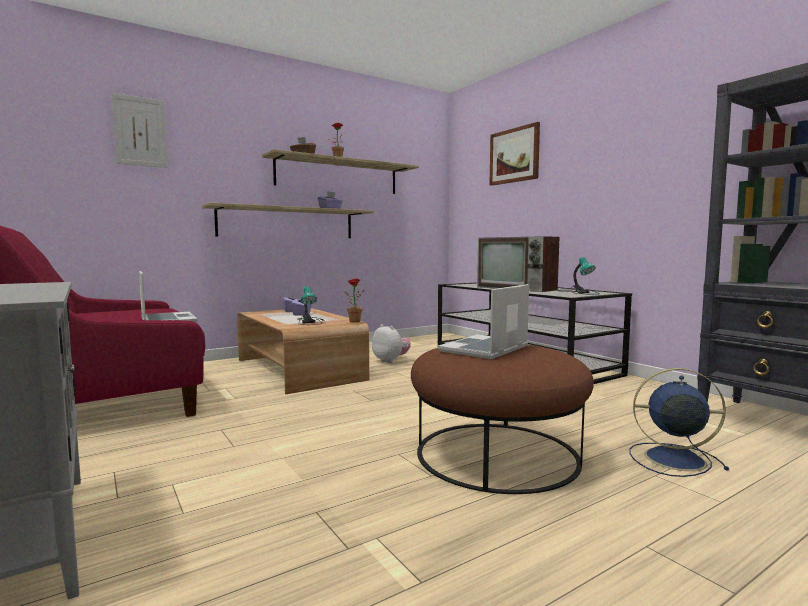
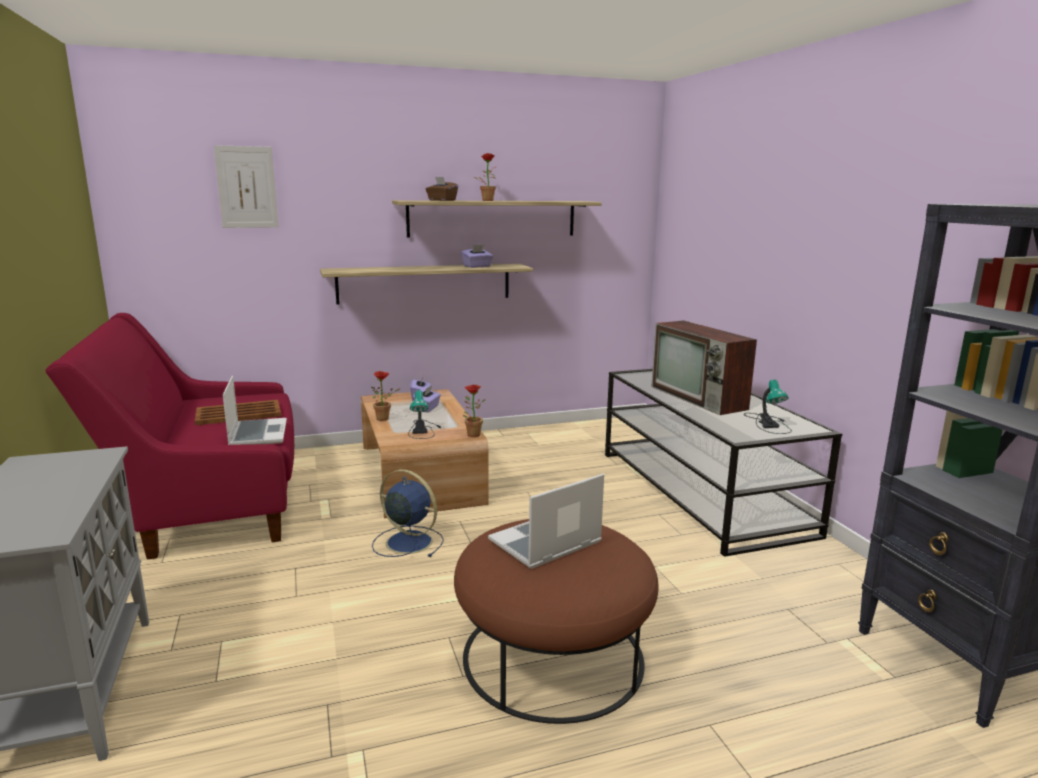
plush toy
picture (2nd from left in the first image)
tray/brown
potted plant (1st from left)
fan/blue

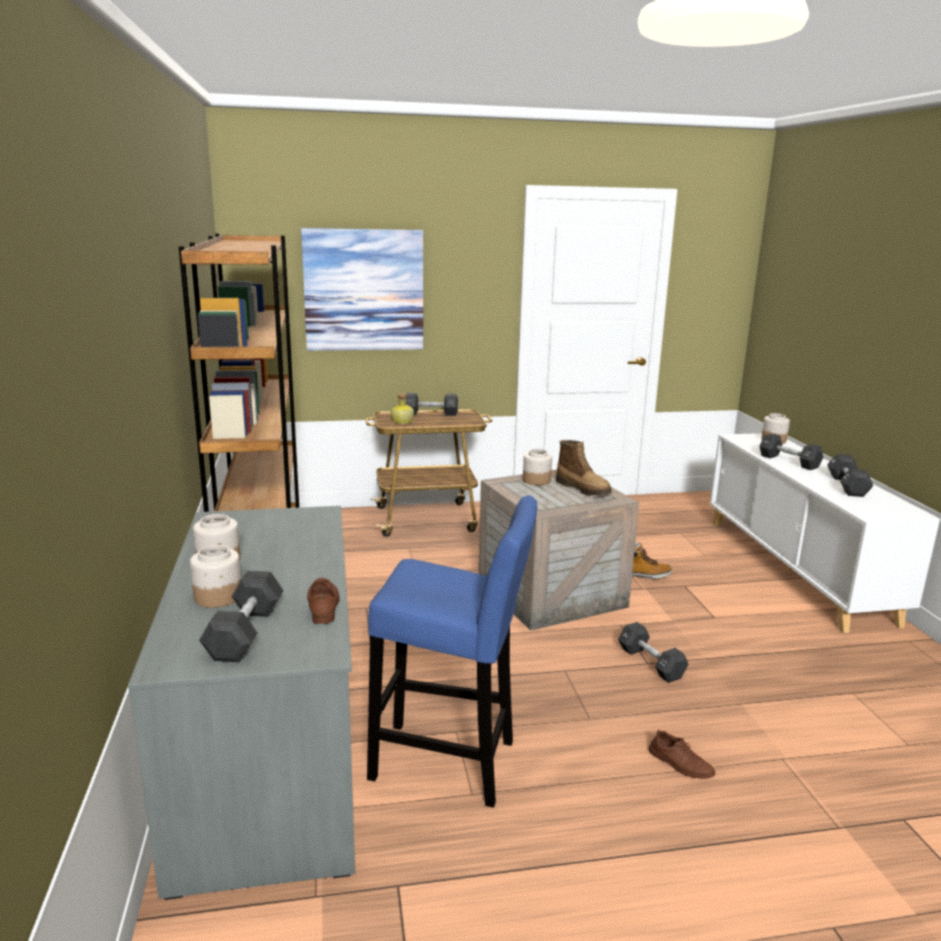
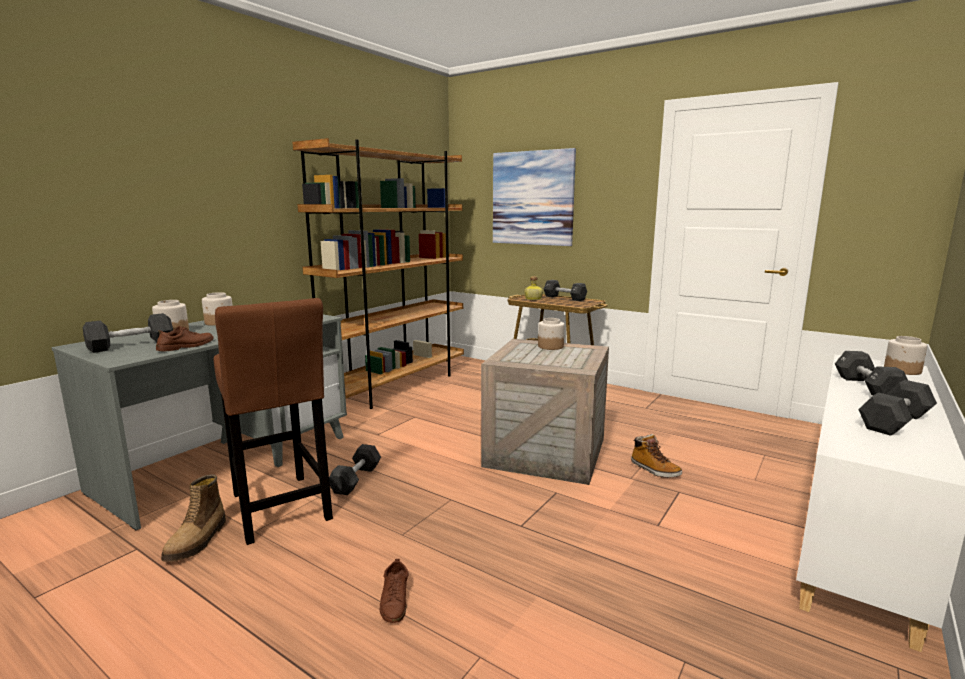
boot (1st from left)
dumbbell/black (2nd from left)
stool/brown

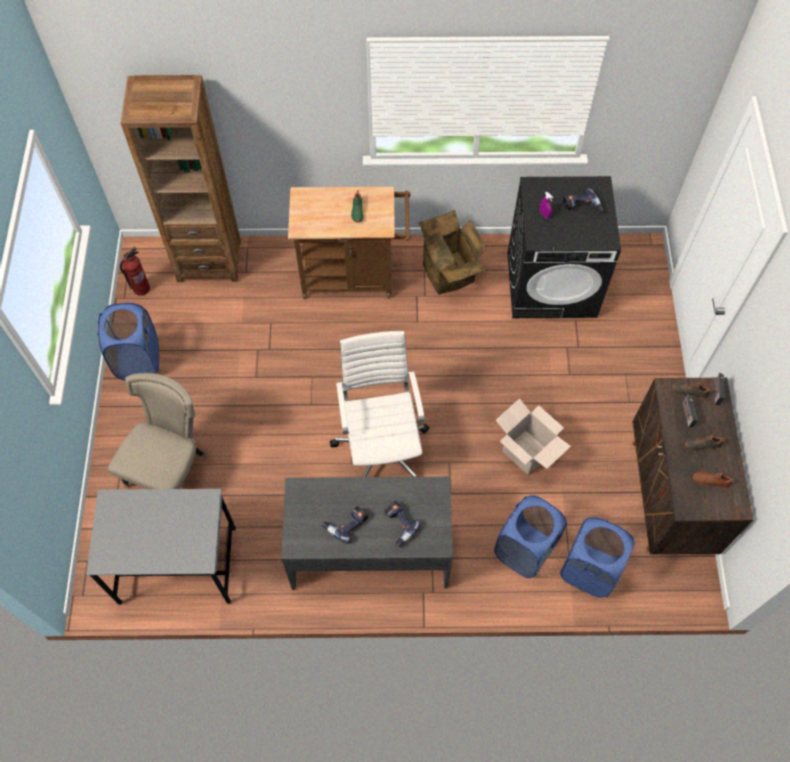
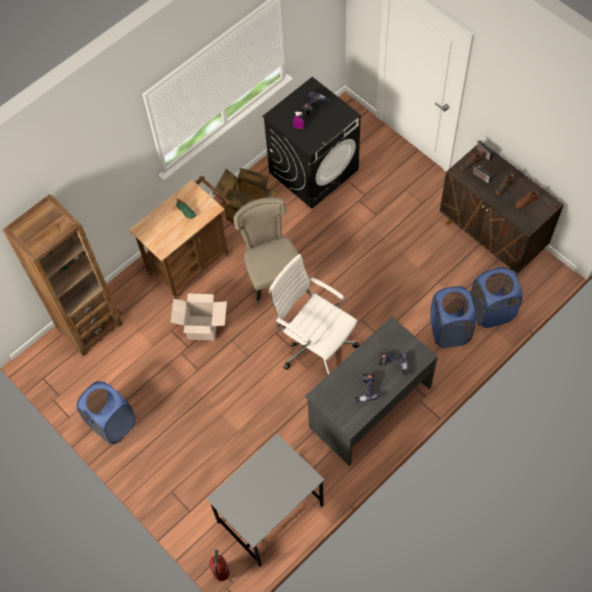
chair/beige
fire extinguisher
cardboard box (1st from left)

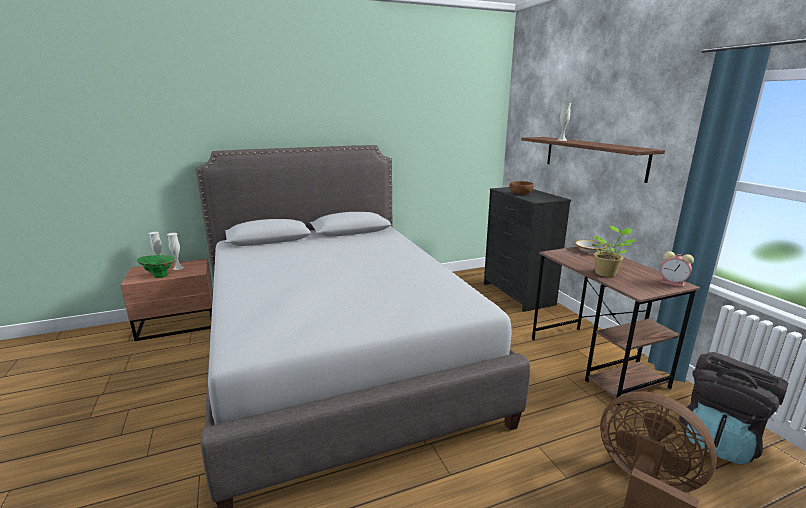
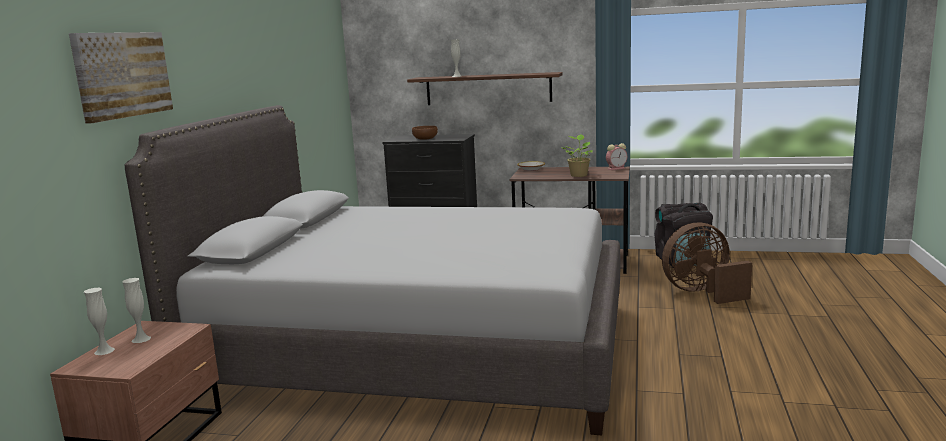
vase/green
picture

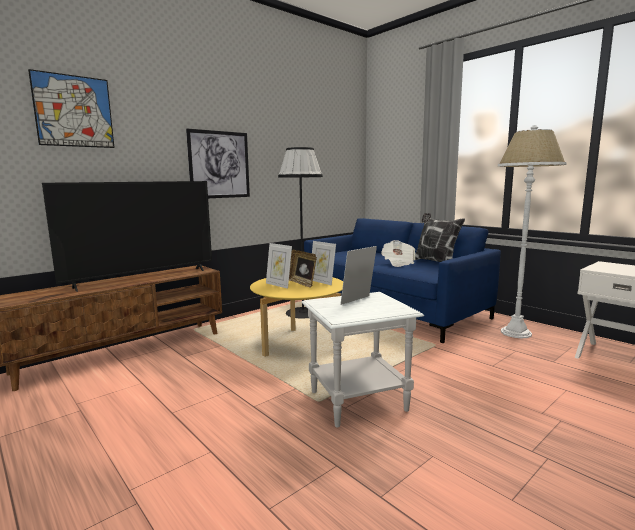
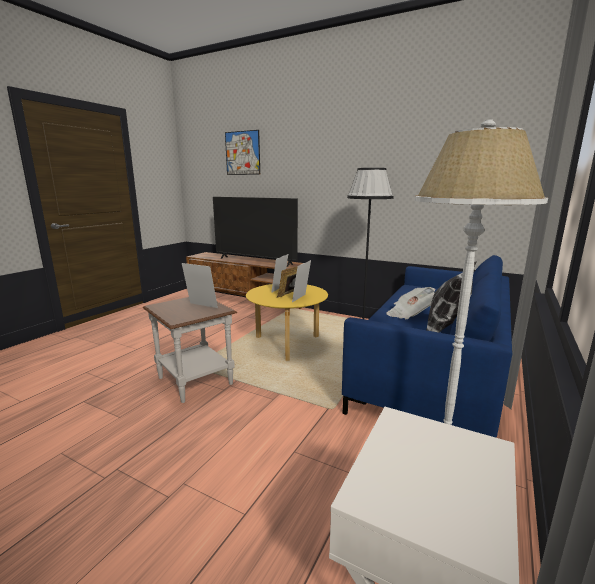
picture (2nd from left in the first image)
side table/brown

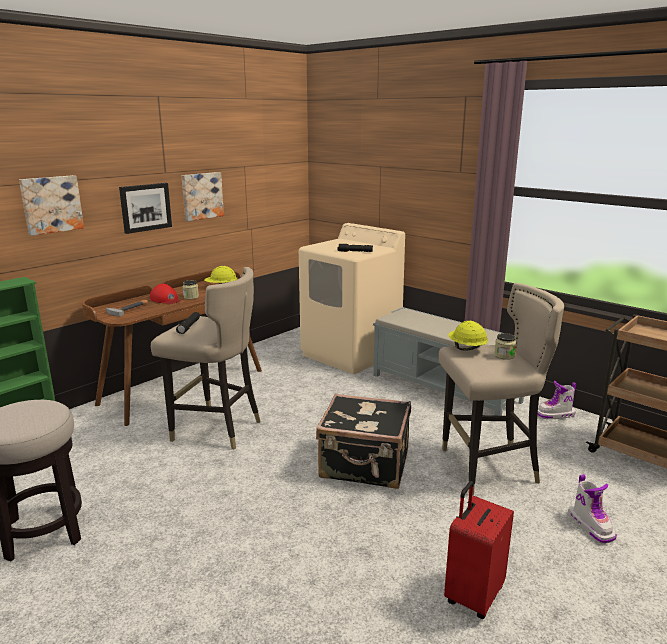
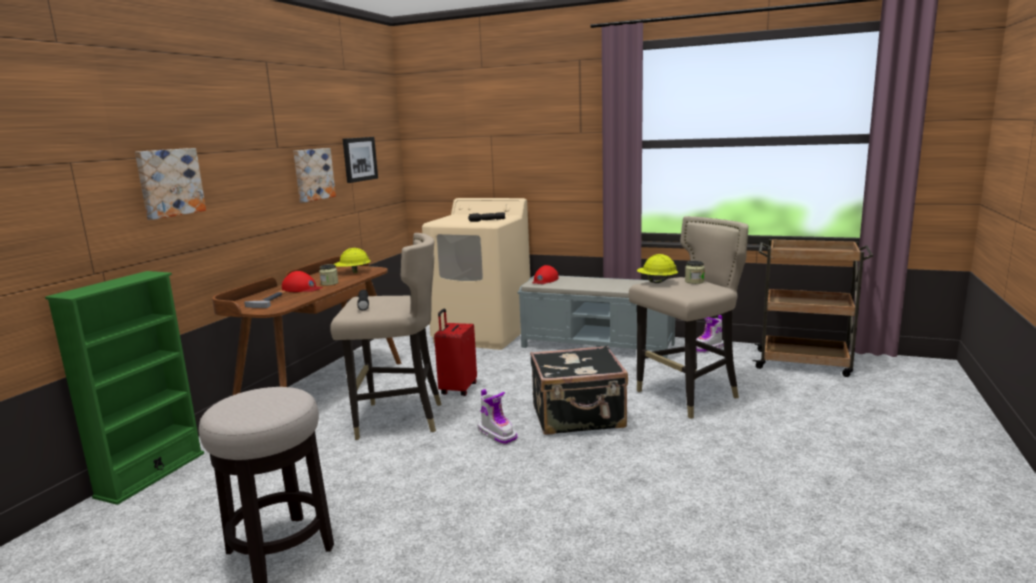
cap/red (2nd from left)
picture (3rd from left)
suitcase/red
boot (1st from left)

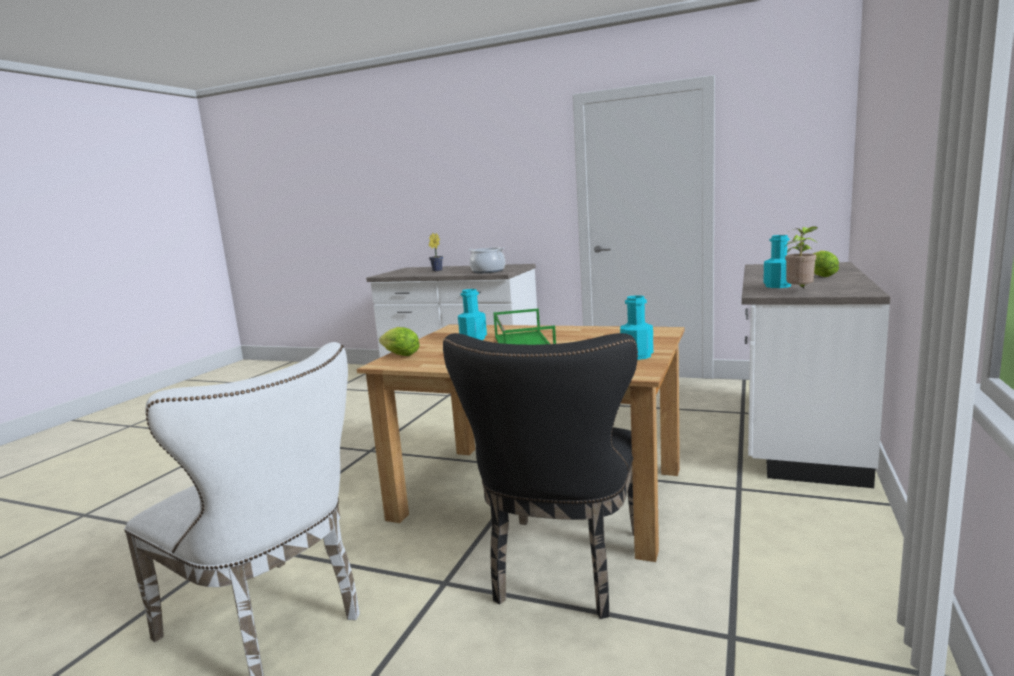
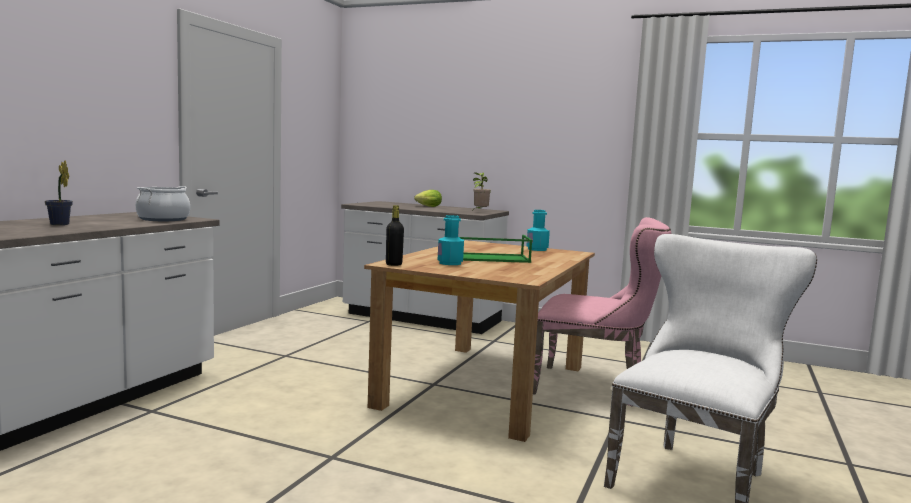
lettuce (1st from left in the first image)
bottle/turquoise (3rd from left in the first image)
bottle/black
chair/pink

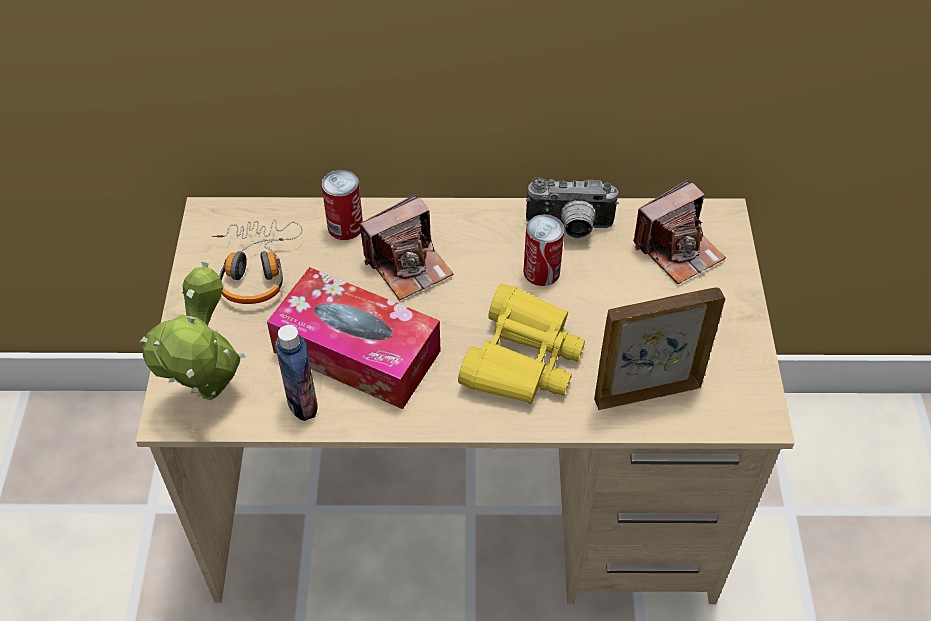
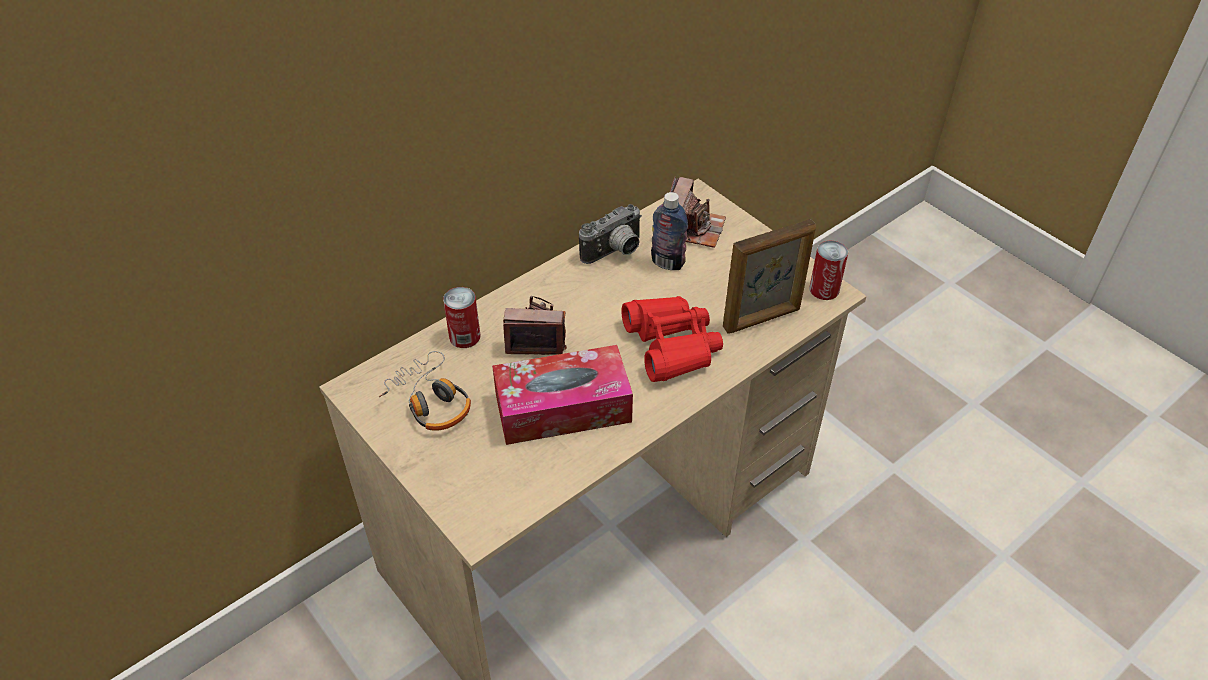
potted plant
bottle
can (2nd from left)
binoculars/red
photo camera (1st from left)
picture frame

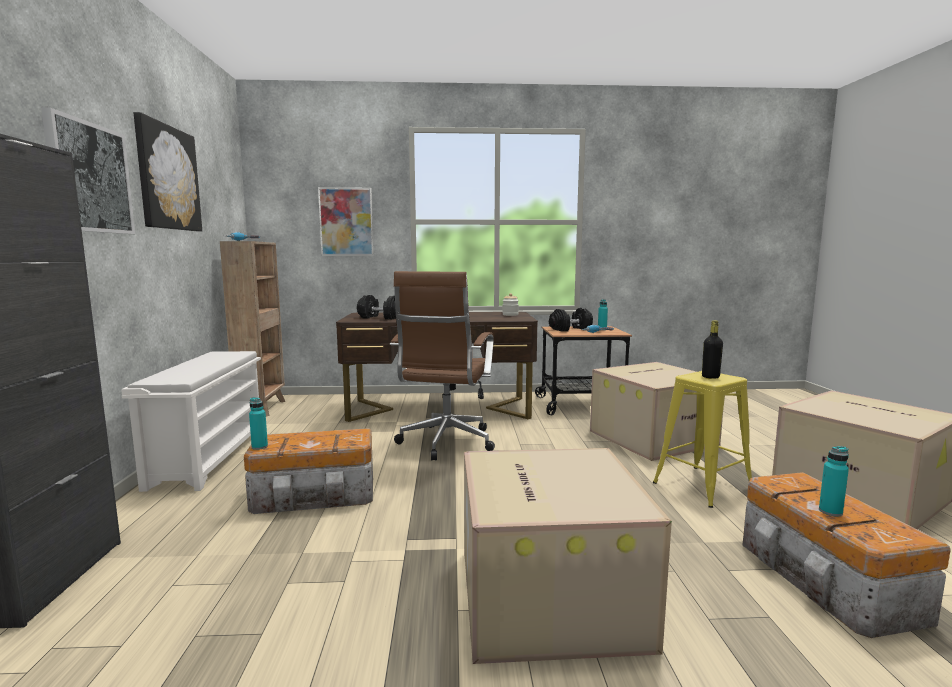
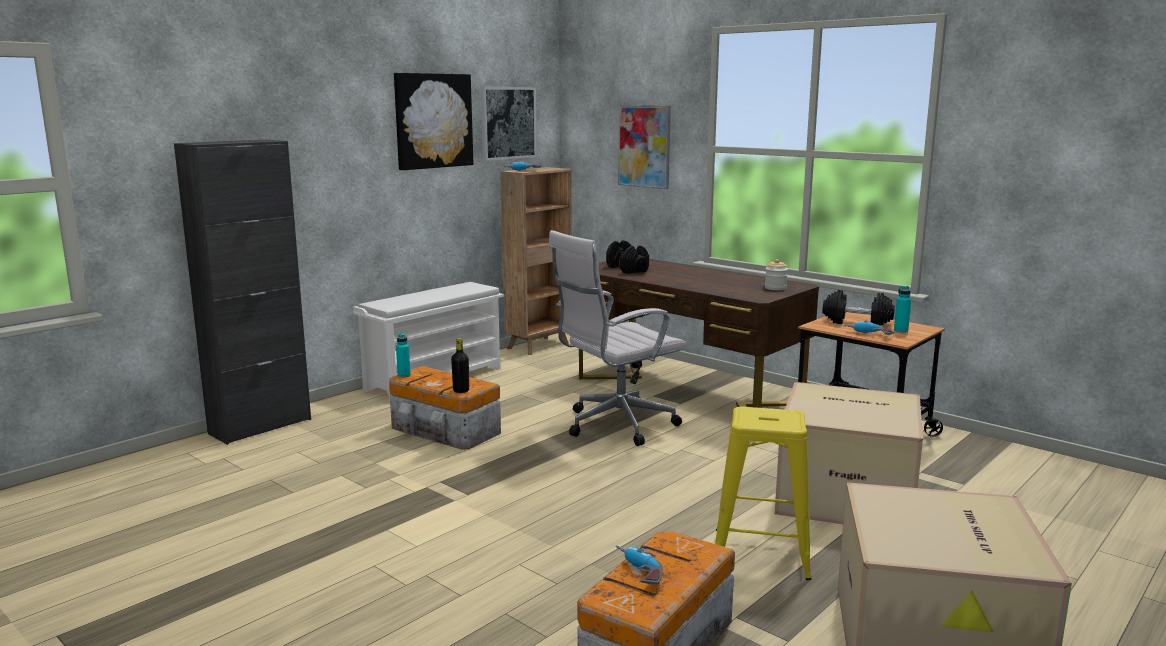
cardboard box (1st from left in the first image)
picture (2nd from left)
bottle/black
power drill (2nd from left)
office chair/white

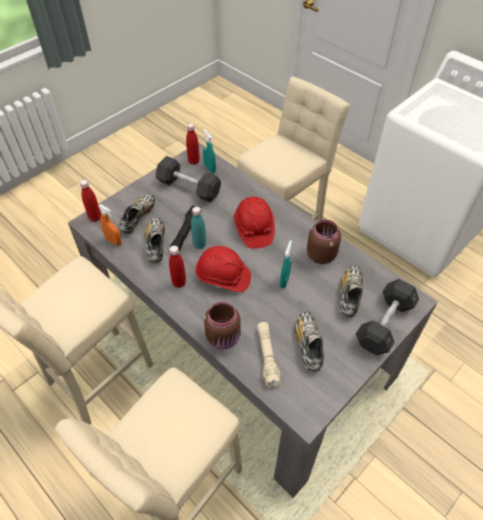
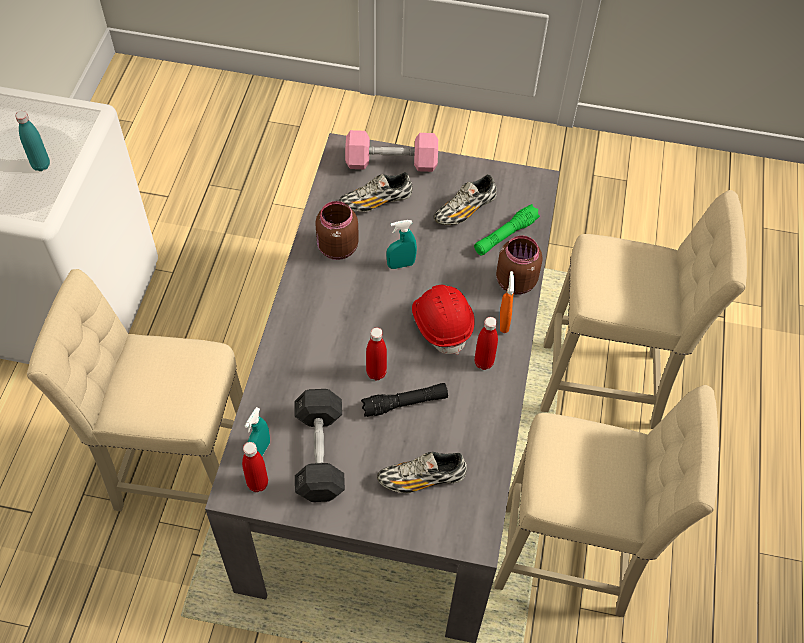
shoe (2nd from left in the first image)
hard hat/red (2nd from left in the first image)
bottle/red (2nd from left)
spray bottle/orange
bottle/turquoise
flashlight/green
dumbbell/pink

